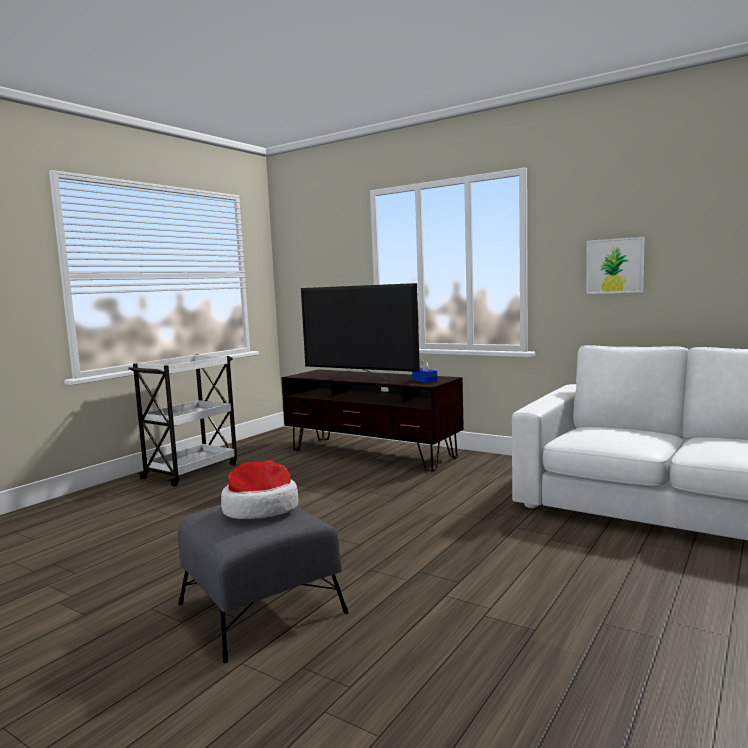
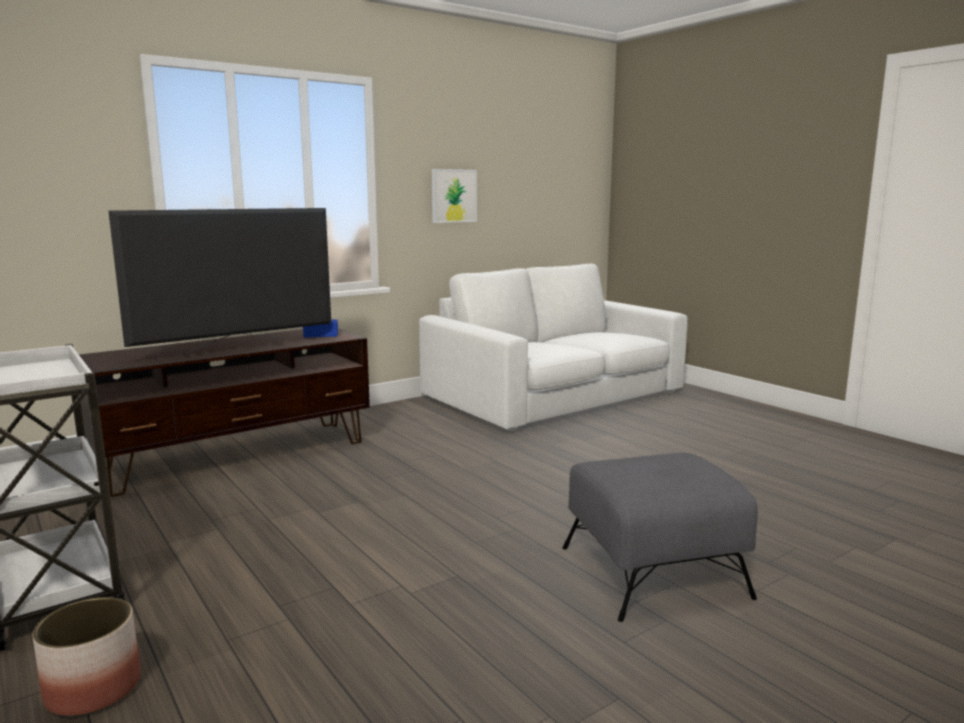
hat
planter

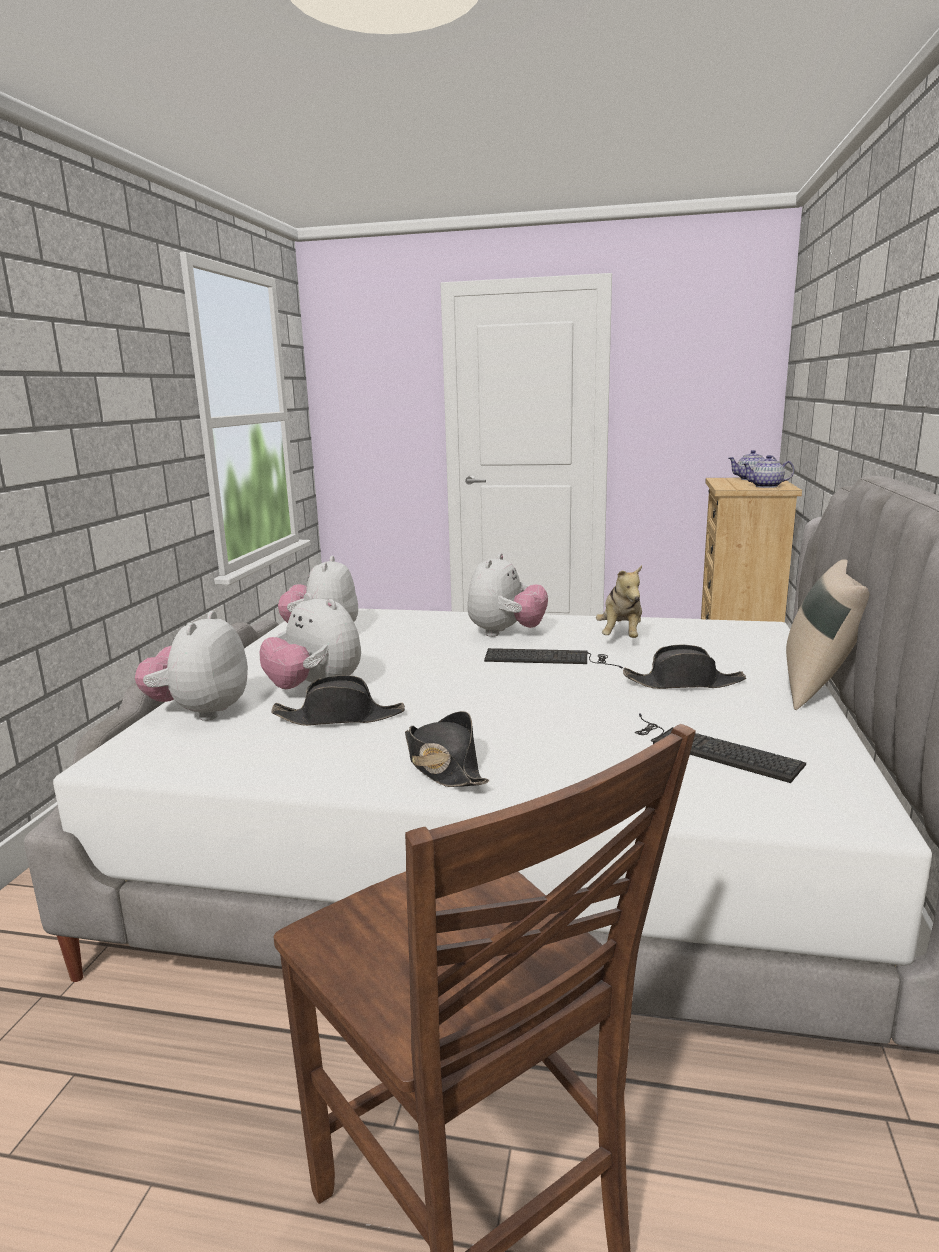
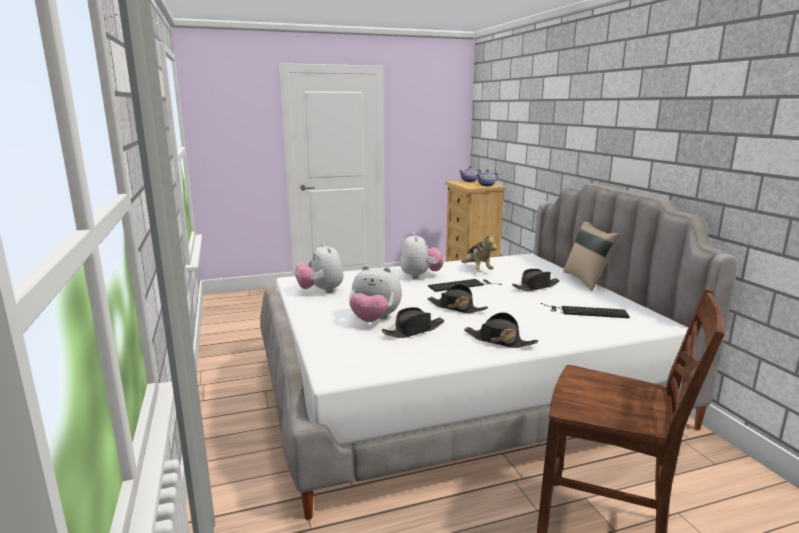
plush toy (1st from left in the first image)
hat/black (2nd from left)

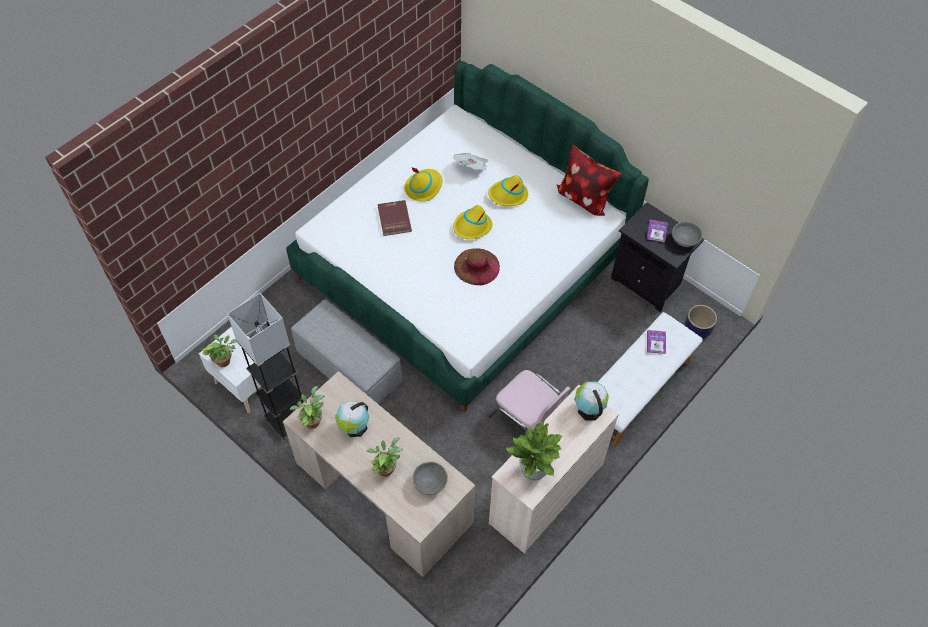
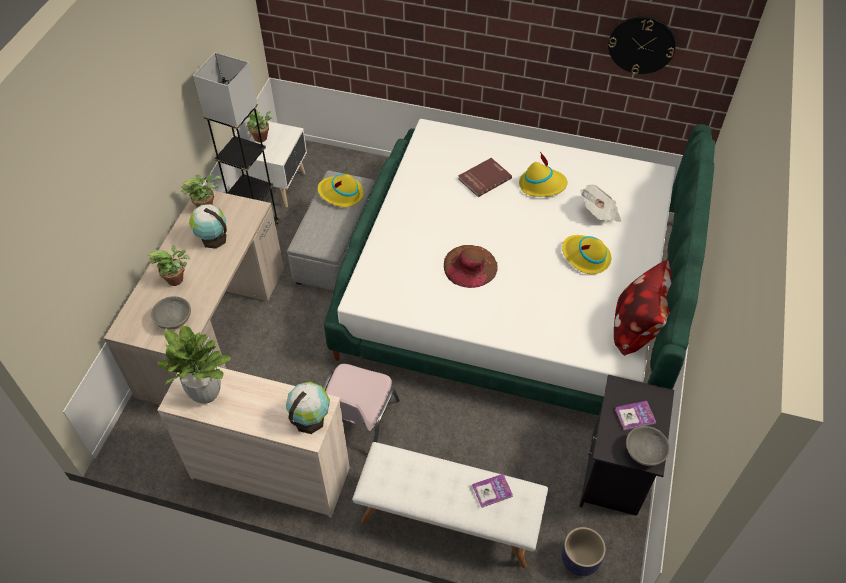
wall clock
hat/yellow (1st from left)

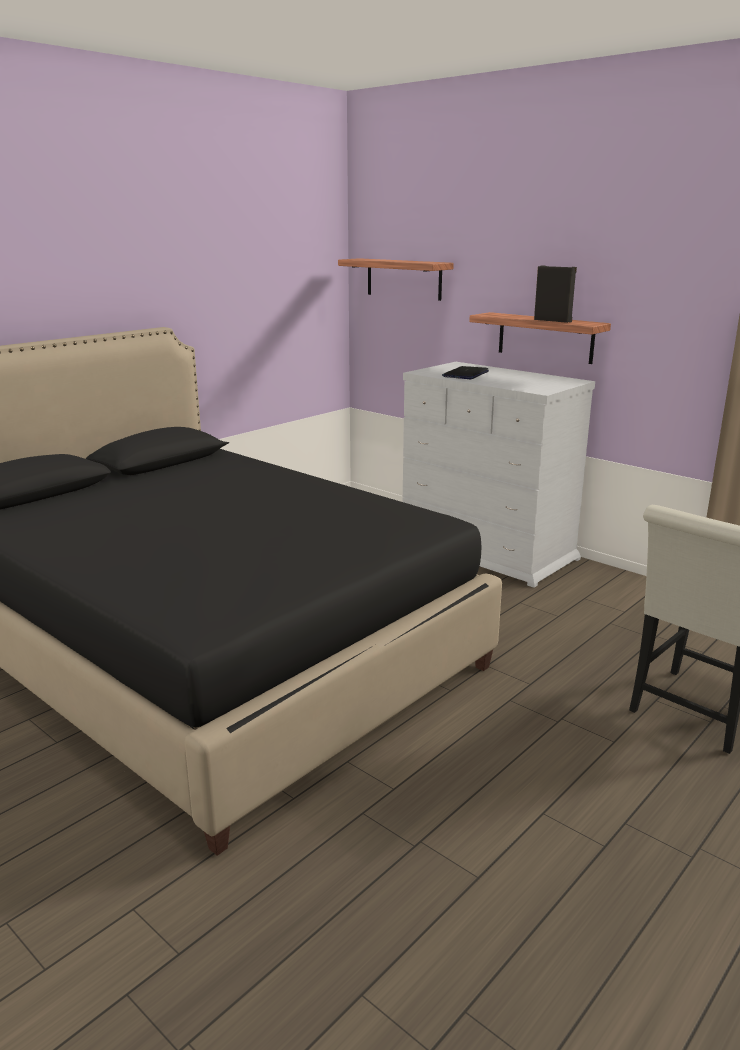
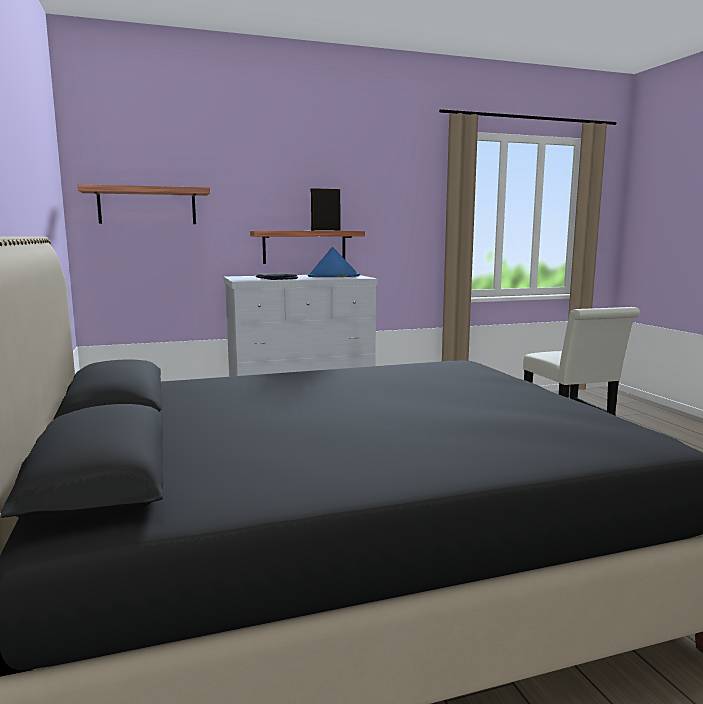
hat/blue

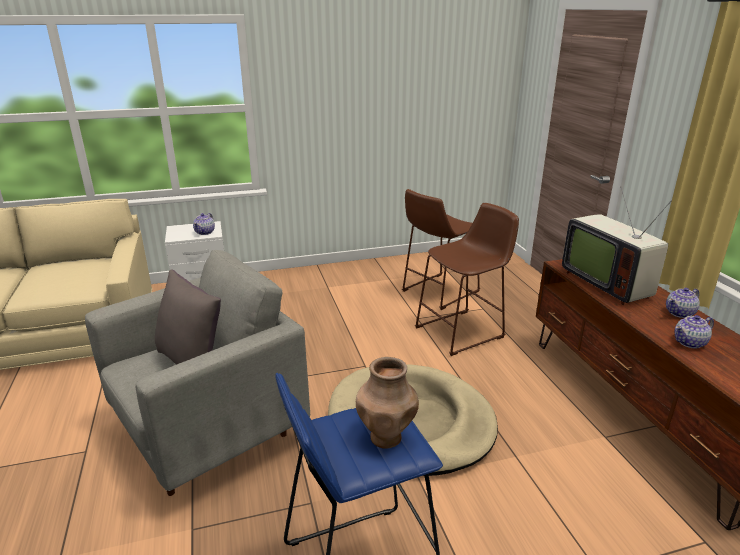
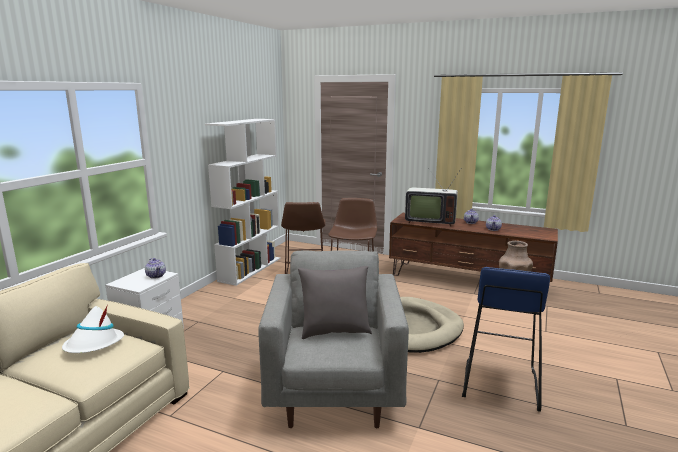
hat/white
bookcase/white

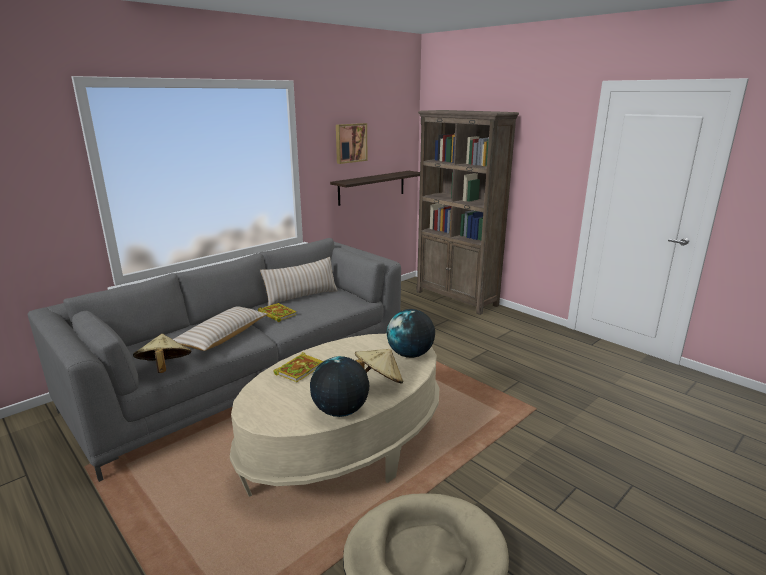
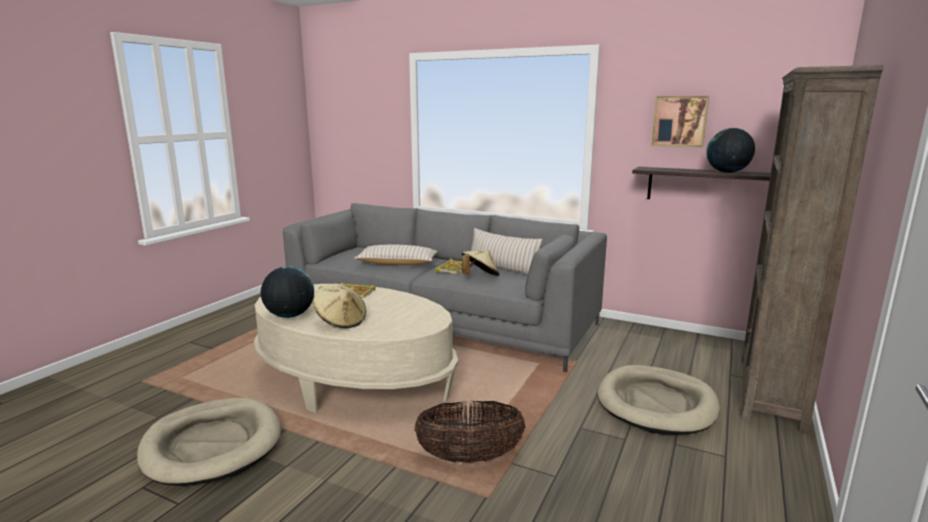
basket
dog bed/beige (2nd from left)
hat/beige (2nd from left)
globe (2nd from left)

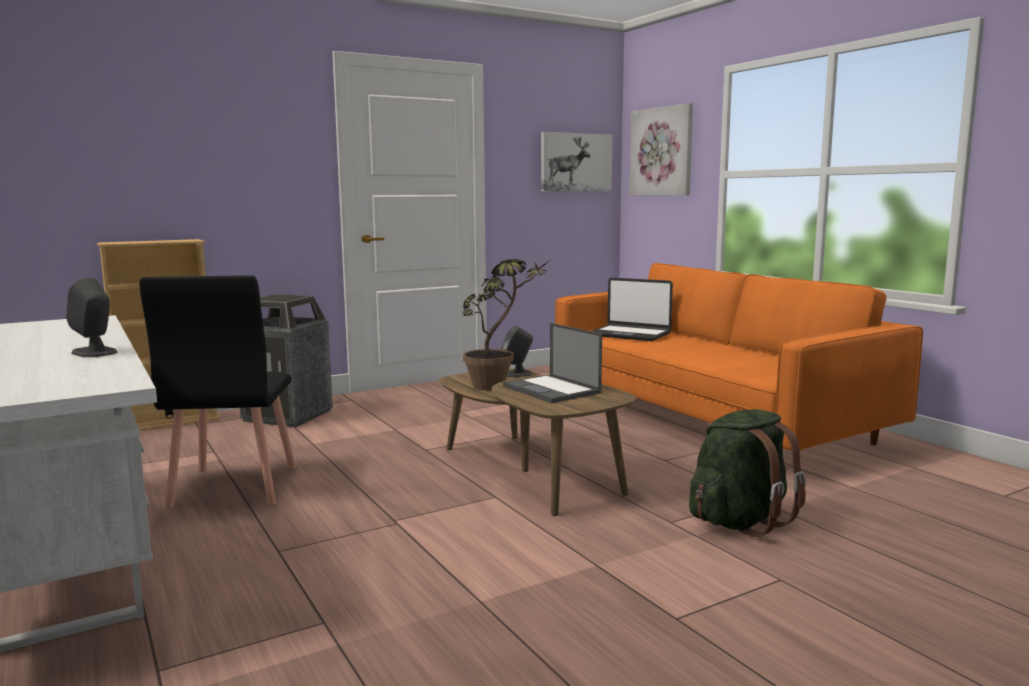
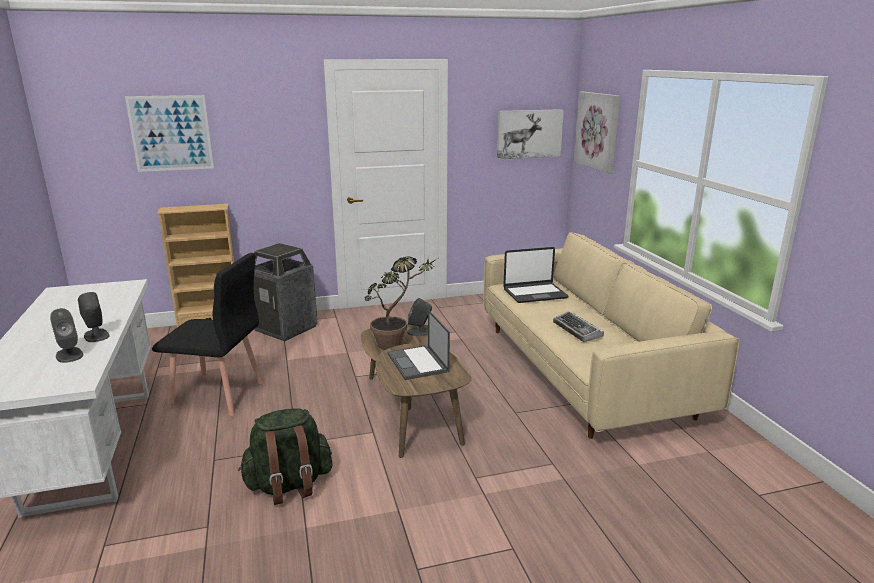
speaker/grey (1st from left)
picture (1st from left)
keyboard
backpack/green
sofa/beige
chair/black
laptop (2nd from left)

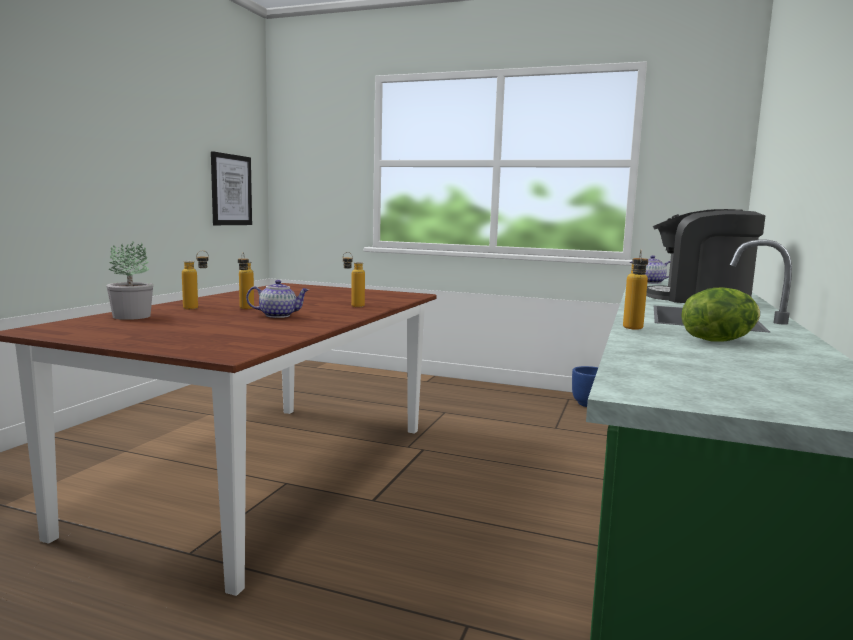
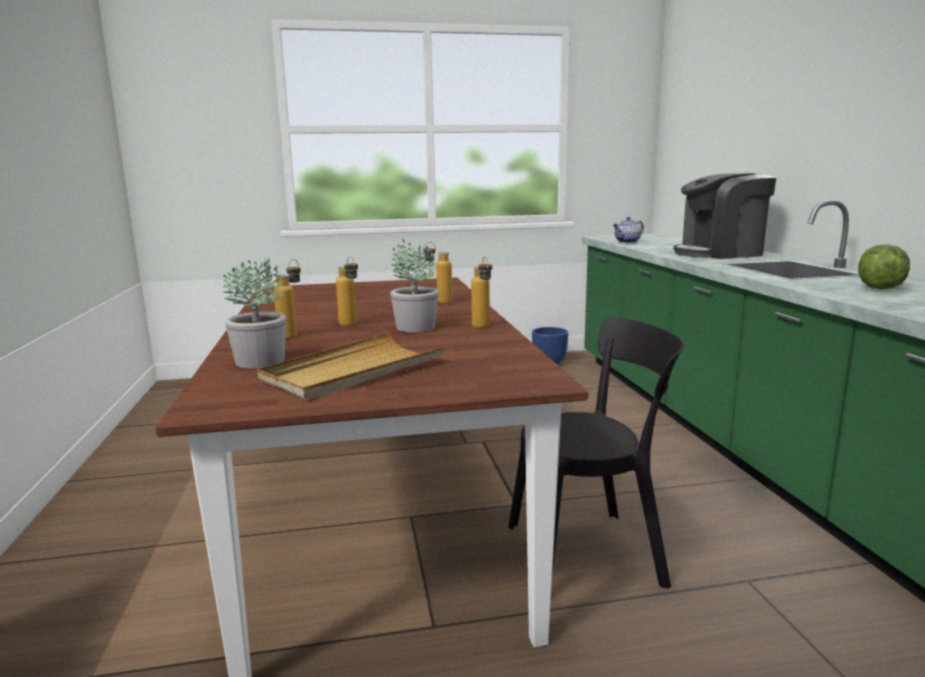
picture
tray/beige
chair/black
bottle (4th from left)
potted plant (2nd from left)

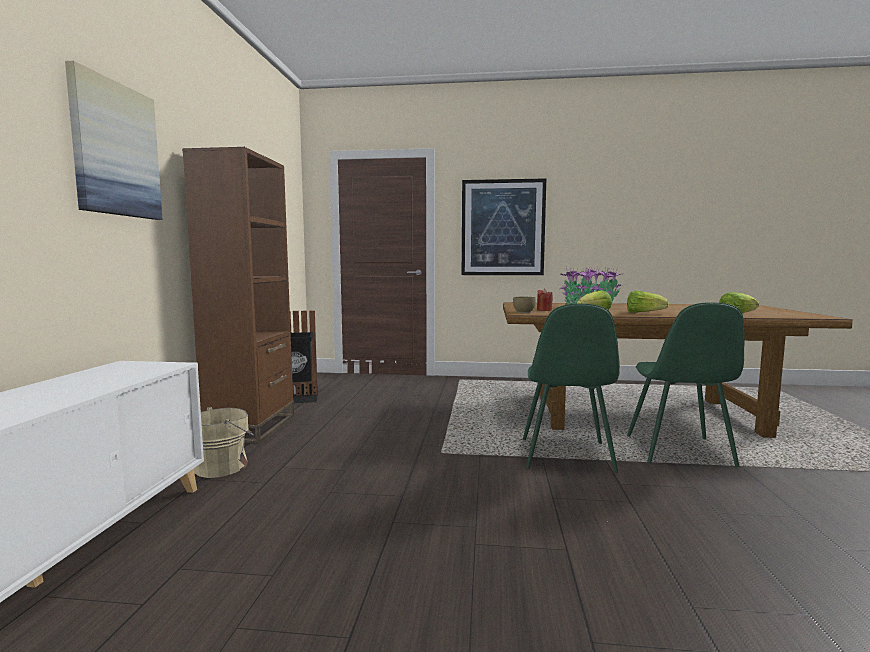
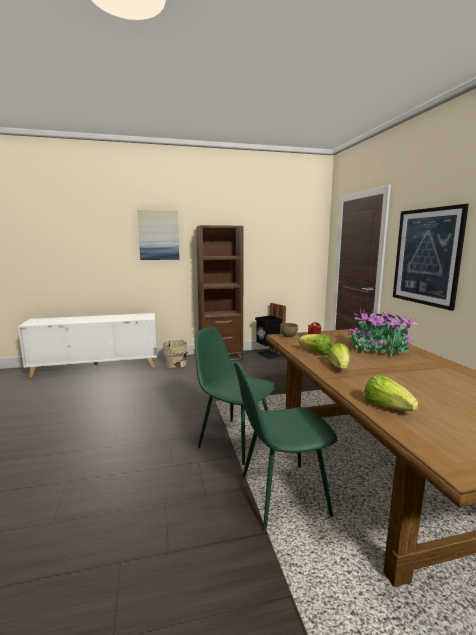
chair/green (1st from left)

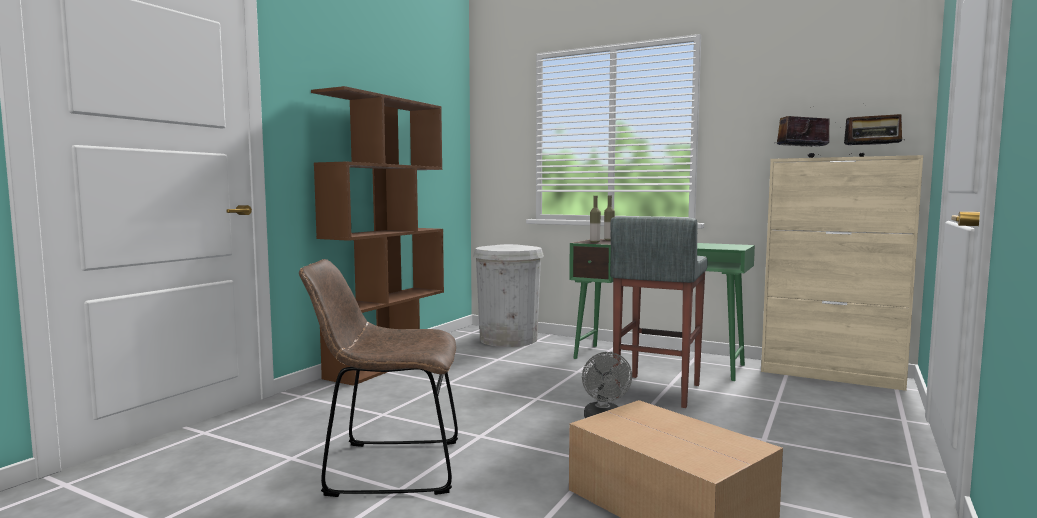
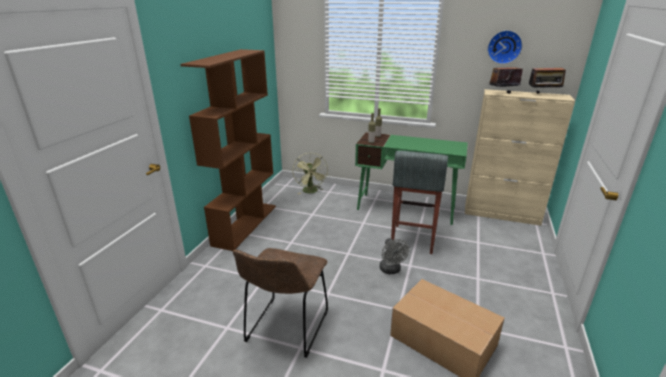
wall clock
fan/green
chair/brown

